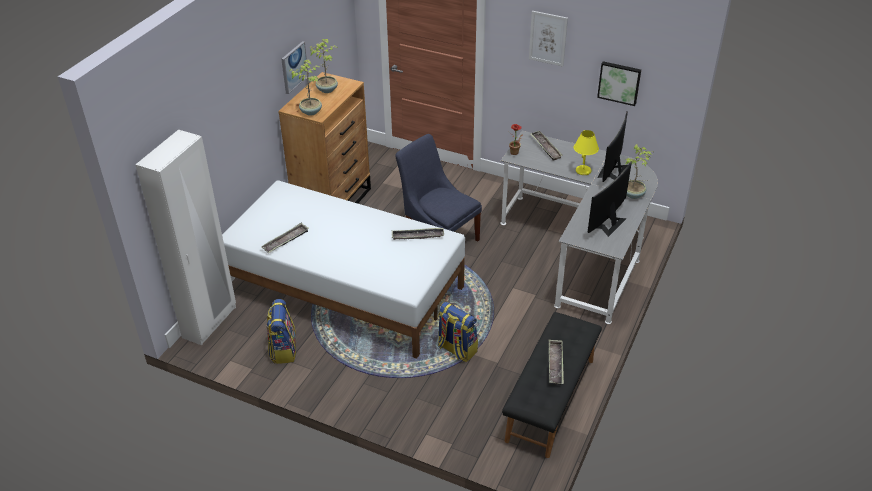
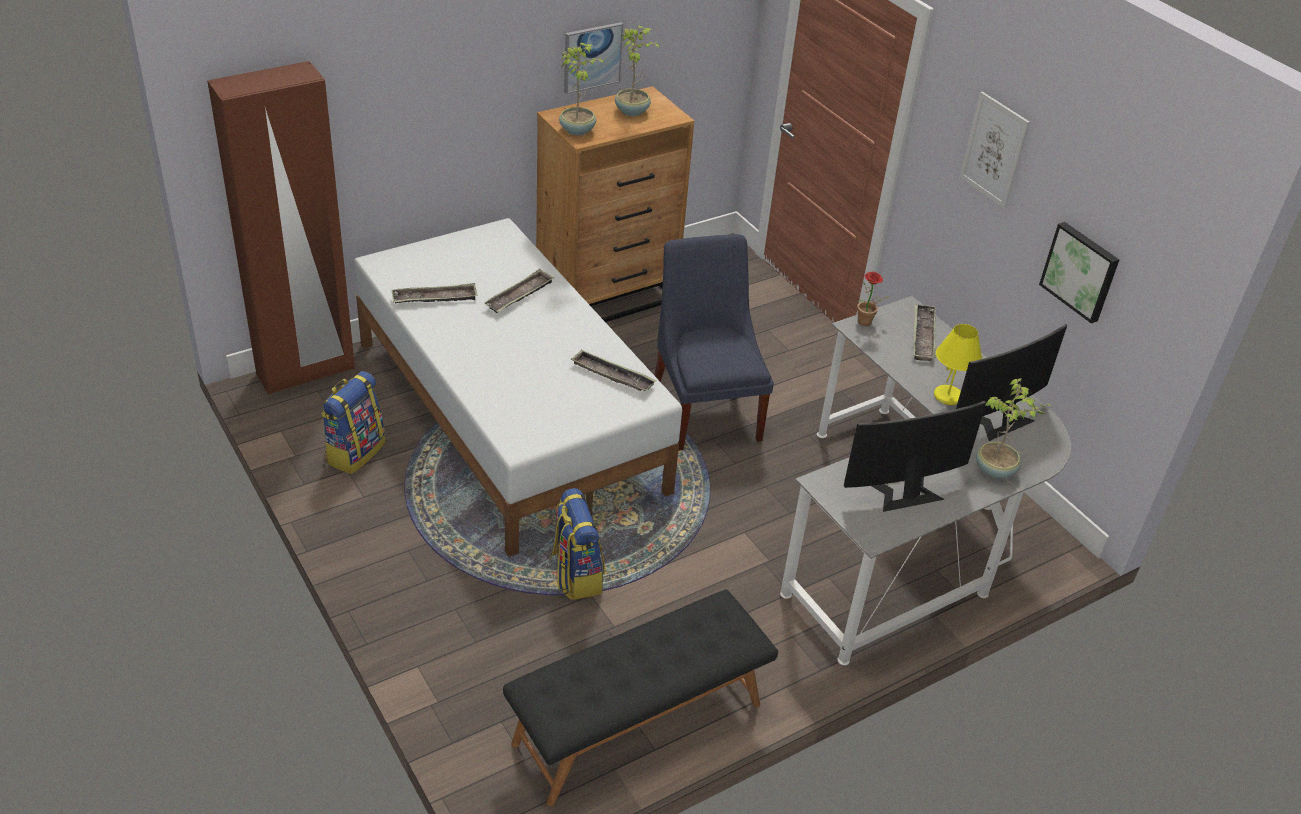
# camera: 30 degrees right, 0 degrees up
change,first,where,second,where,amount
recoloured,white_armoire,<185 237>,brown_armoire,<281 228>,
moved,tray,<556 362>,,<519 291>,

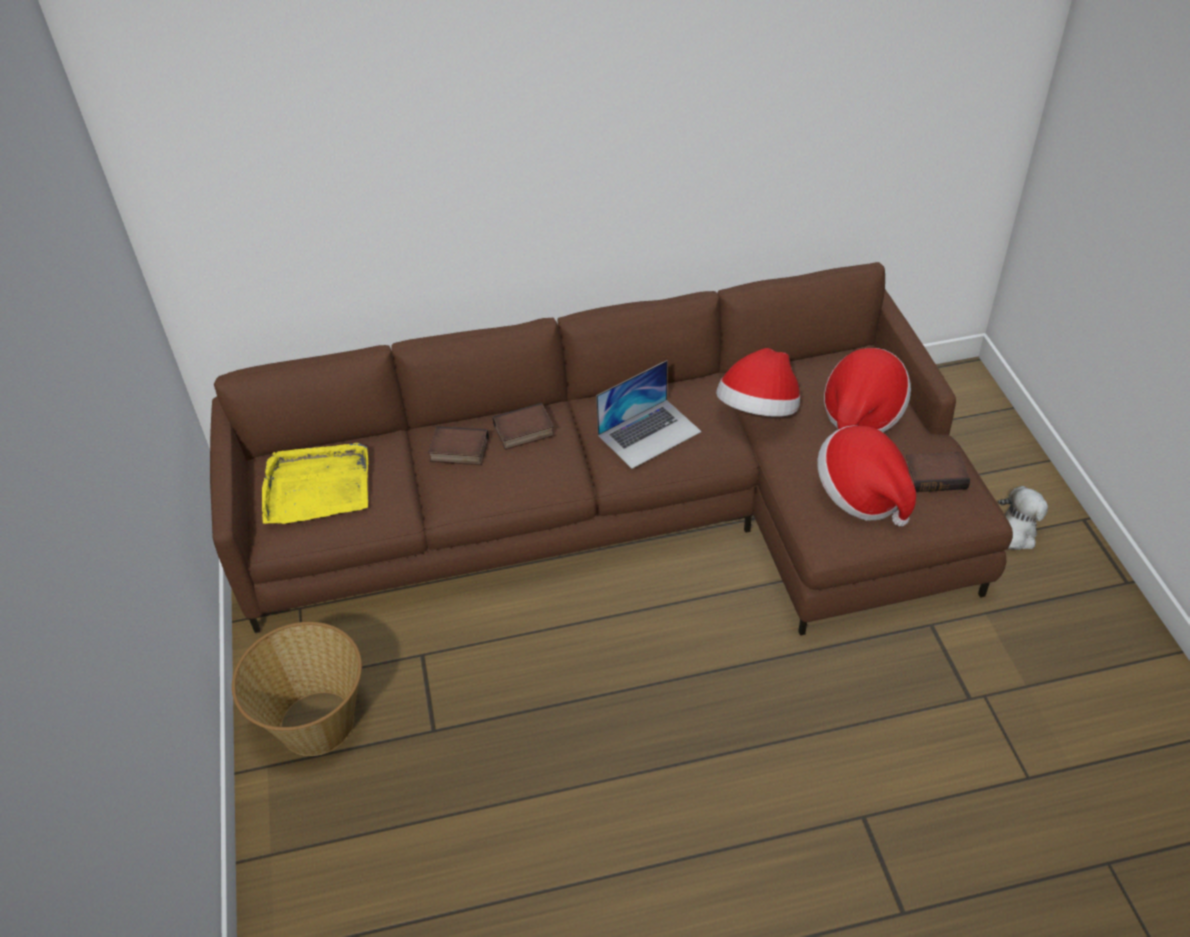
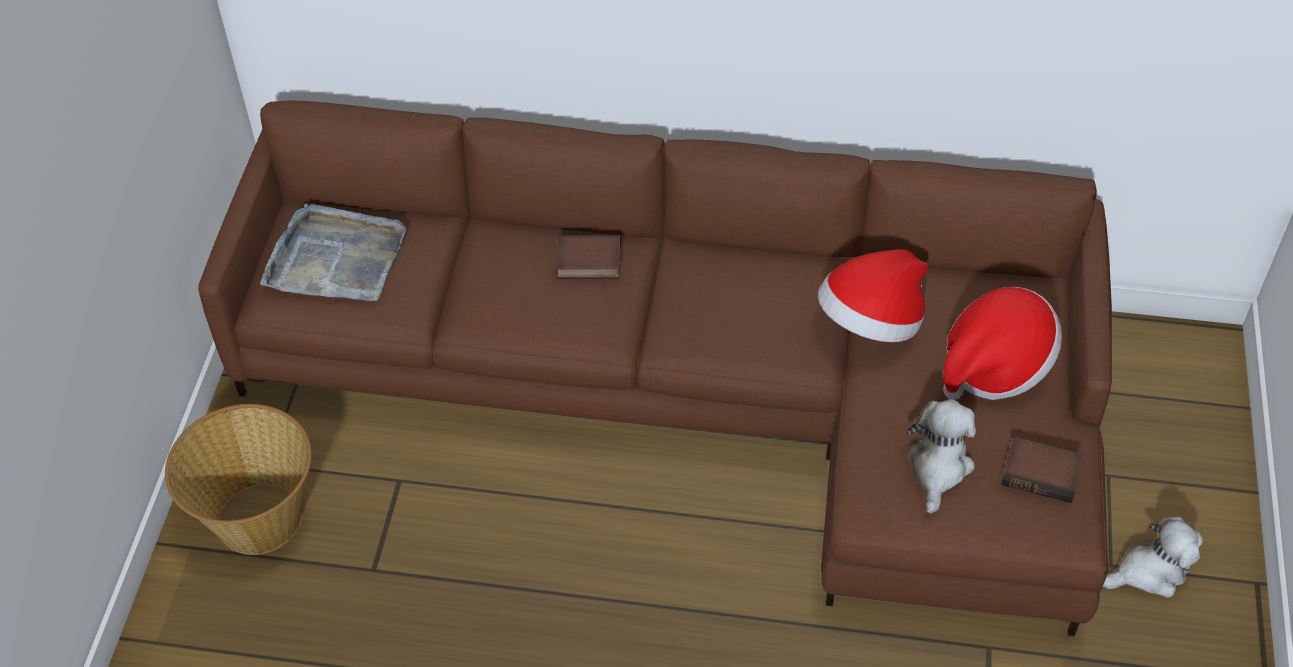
# camera: 20 degrees right, 5 degrees up
change,first,where,second,where,amount
removed,notebook_computer,<649 414>,,,
replaced,wearable_hat,<866 475>,cuddly_toy,<941 456>,
removed,book,<458 445>,,,
recoloured,yellow-coloured_tray,<315 483>,gray_tray,<333 252>,

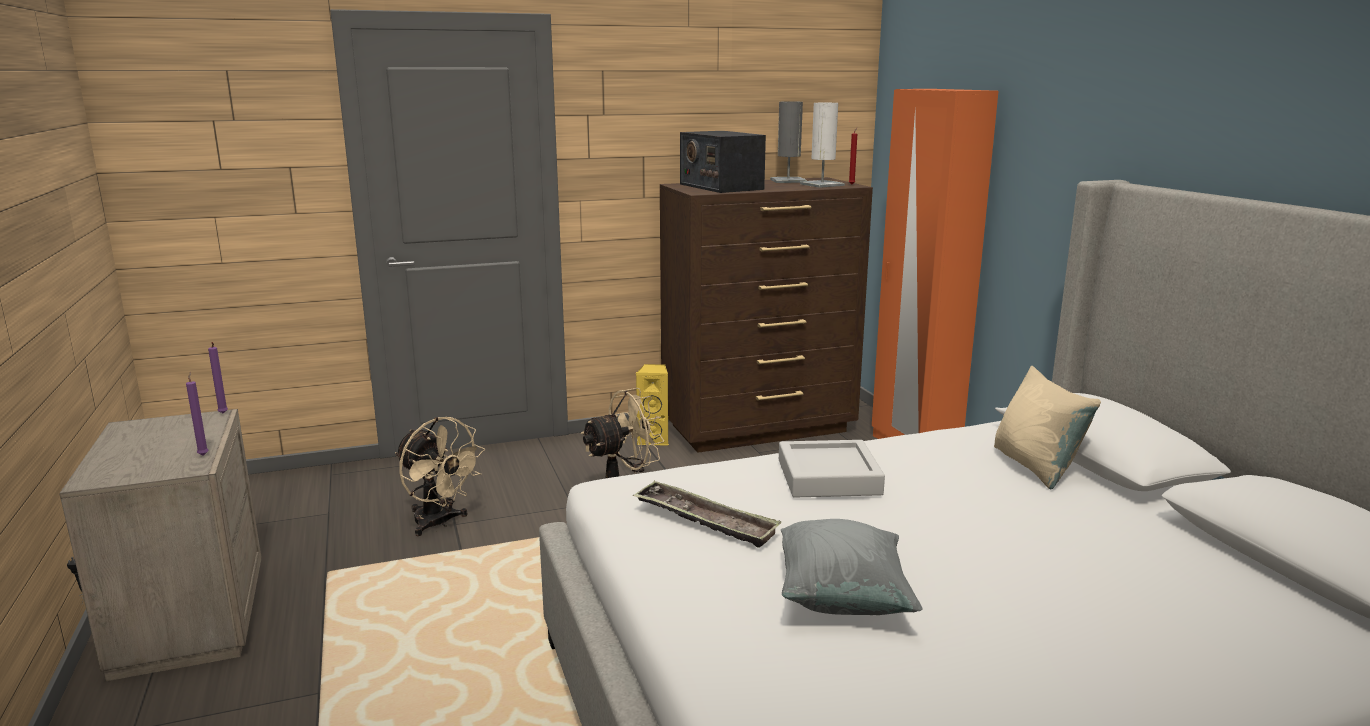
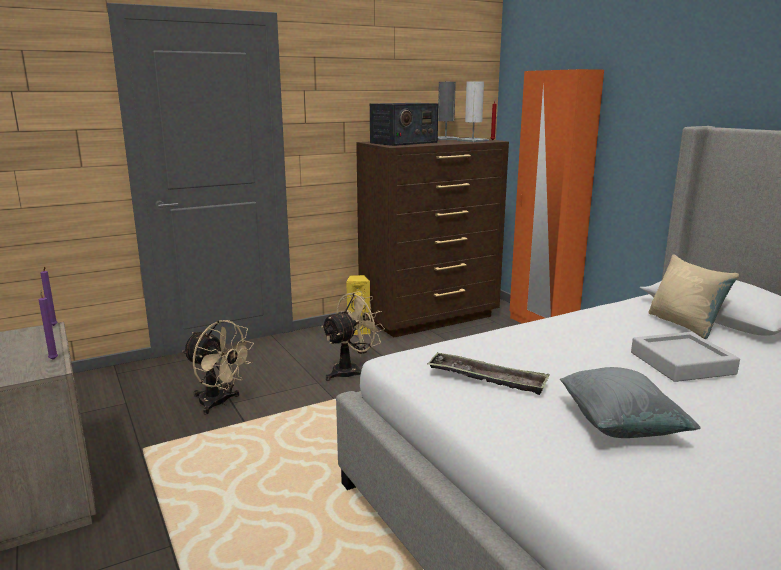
# camera: 10 degrees left, 0 degrees up
change,first,where,second,where,amount
turned,radio_set,<723 162>,,<404 124>,90 degrees counterclockwise
moved,gray_tray,<832 469>,,<685 357>,

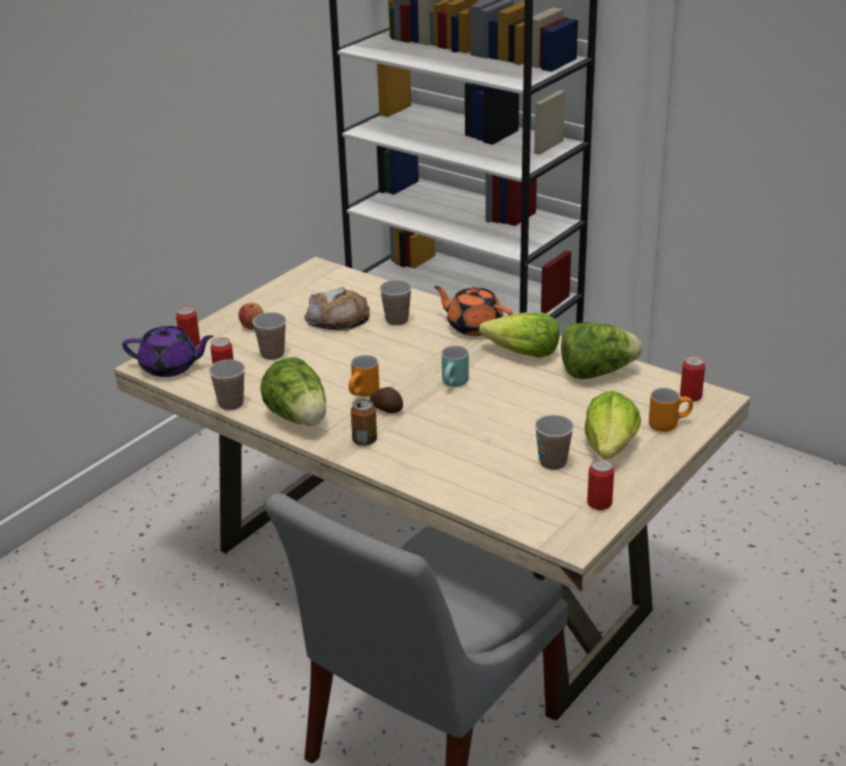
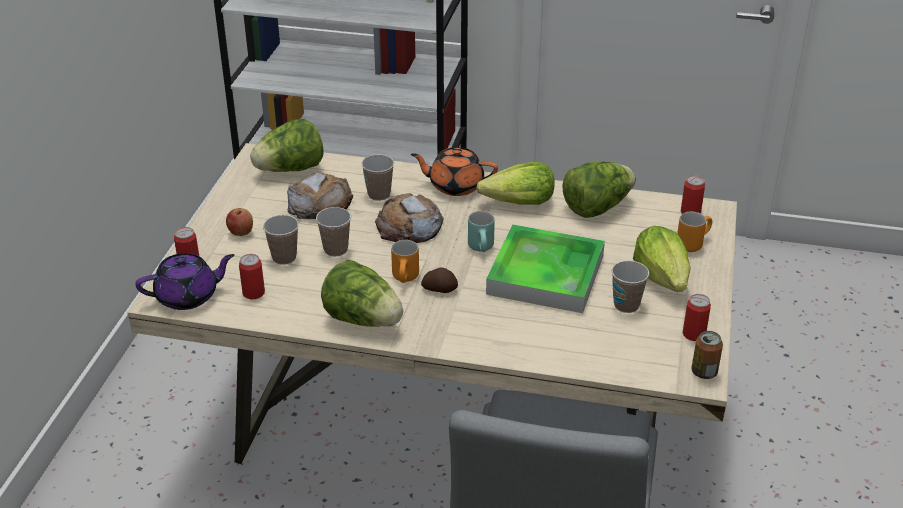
# camera: 25 degrees left, 5 degrees up
change,first,where,second,where,amount
moved,cup,<227 385>,,<333 232>,
moved,can,<364 422>,,<707 355>,
added,,,lettuce_head,<287 145>,
added,,,baked_bread,<409 218>,
added,,,tray,<545 268>,

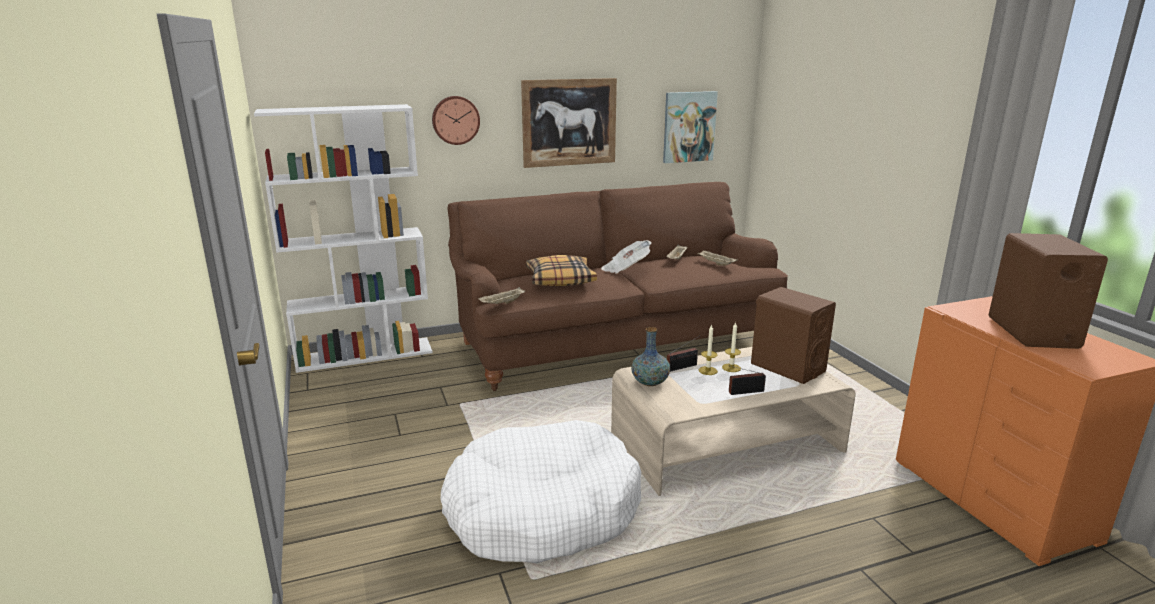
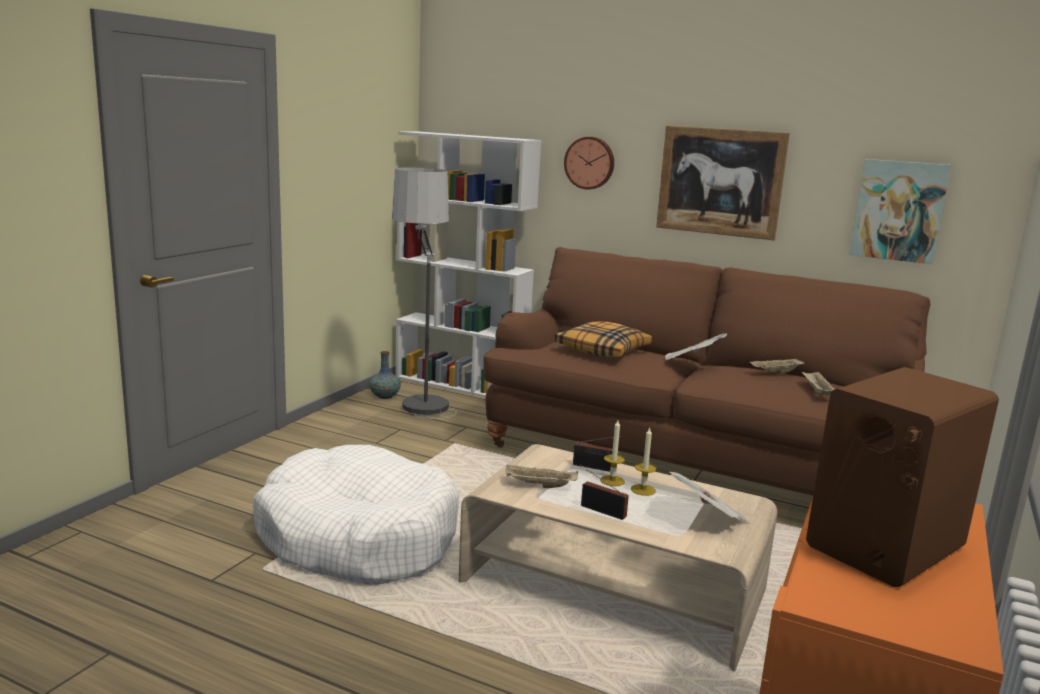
# camera: 45 degrees right, 5 degrees down
change,first,where,second,where,amount
moved,beige_tray,<501 295>,,<541 476>,
replaced,brown_loudspeaker,<793 335>,daily_paper,<710 496>,
moved,flower_vase,<650 356>,,<385 375>,
added,,,floor_lamp,<424 293>,

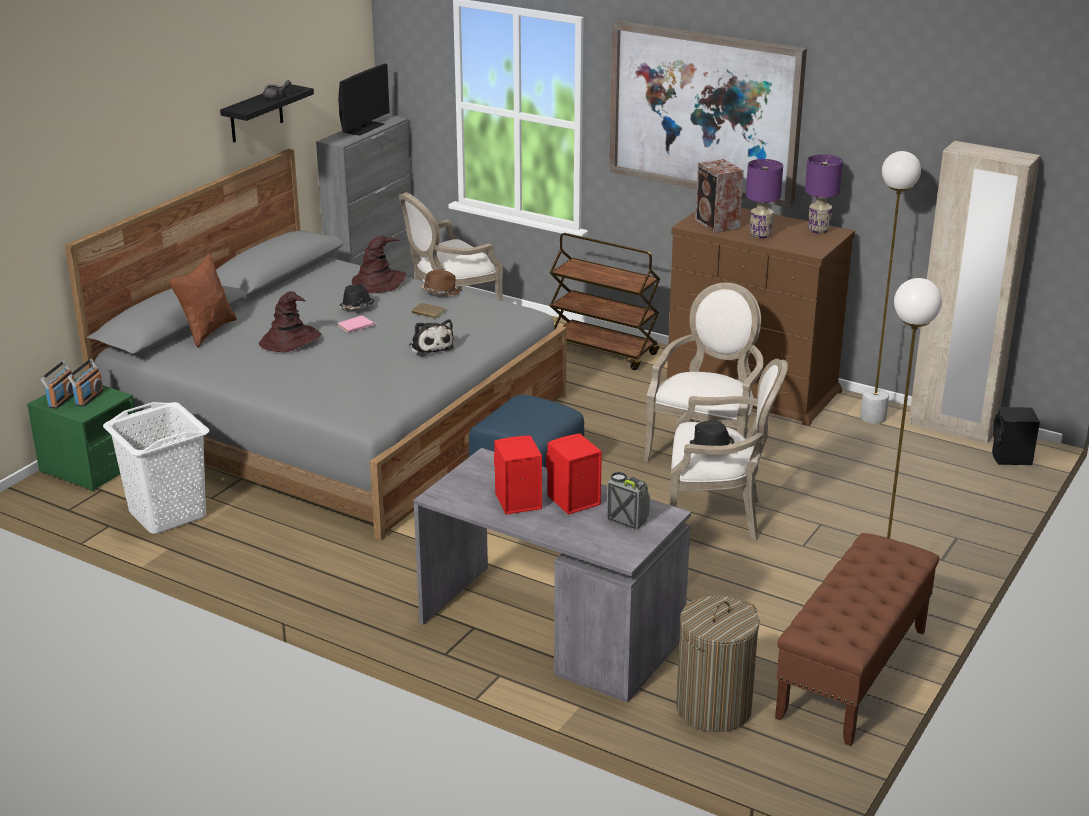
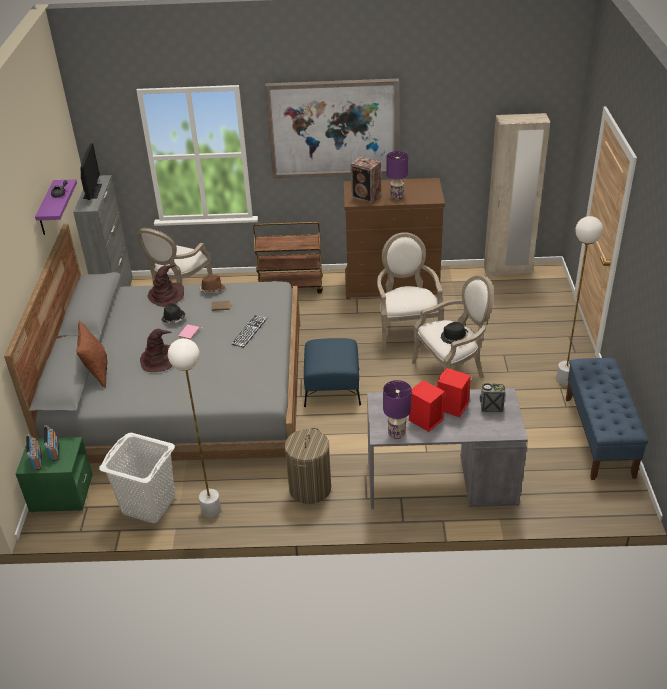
# camera: 30 degrees left, 10 degrees up
change,first,where,second,where,amount
recoloured,black-coloured_wall_shelf,<267 113>,purple-coloured_wall_shelf,<56 207>,
moved,white_floor_lamp,<890 287>,,<194 428>,
moved,purple-coloured_table_lamp,<824 194>,,<397 409>,
replaced,cuddly_toy,<431 338>,keyboard,<249 331>,
removed,black-coloured_loudspeaker,<1016 436>,,,
recoloured,brown_bench,<857 639>,blue-coloured_bench,<607 419>,
moved,hamper,<717 664>,,<308 466>,

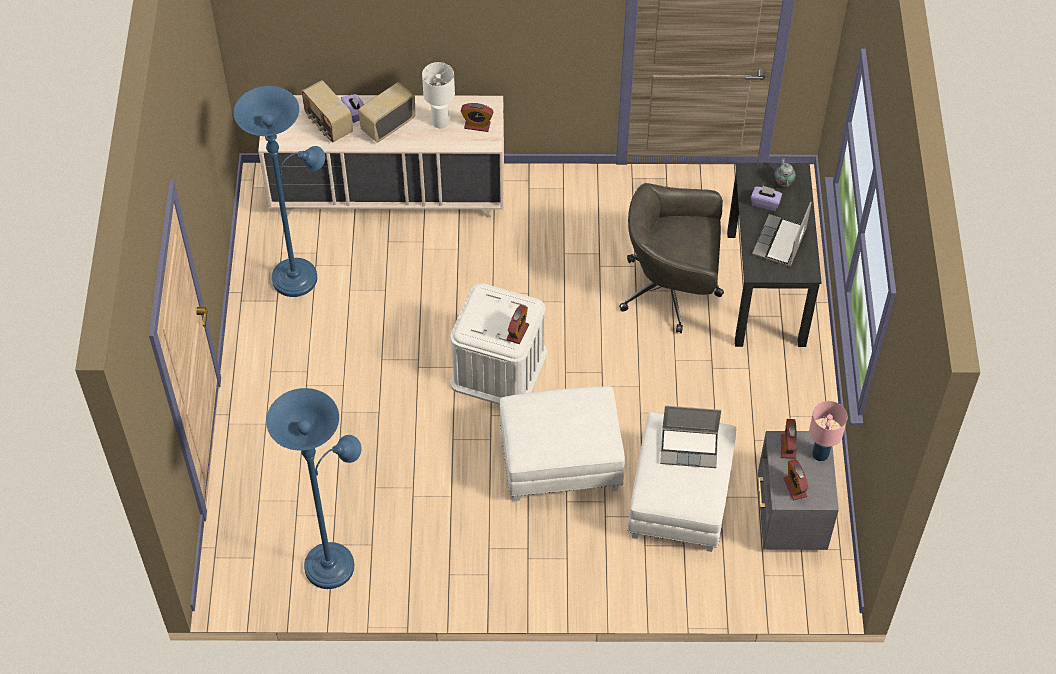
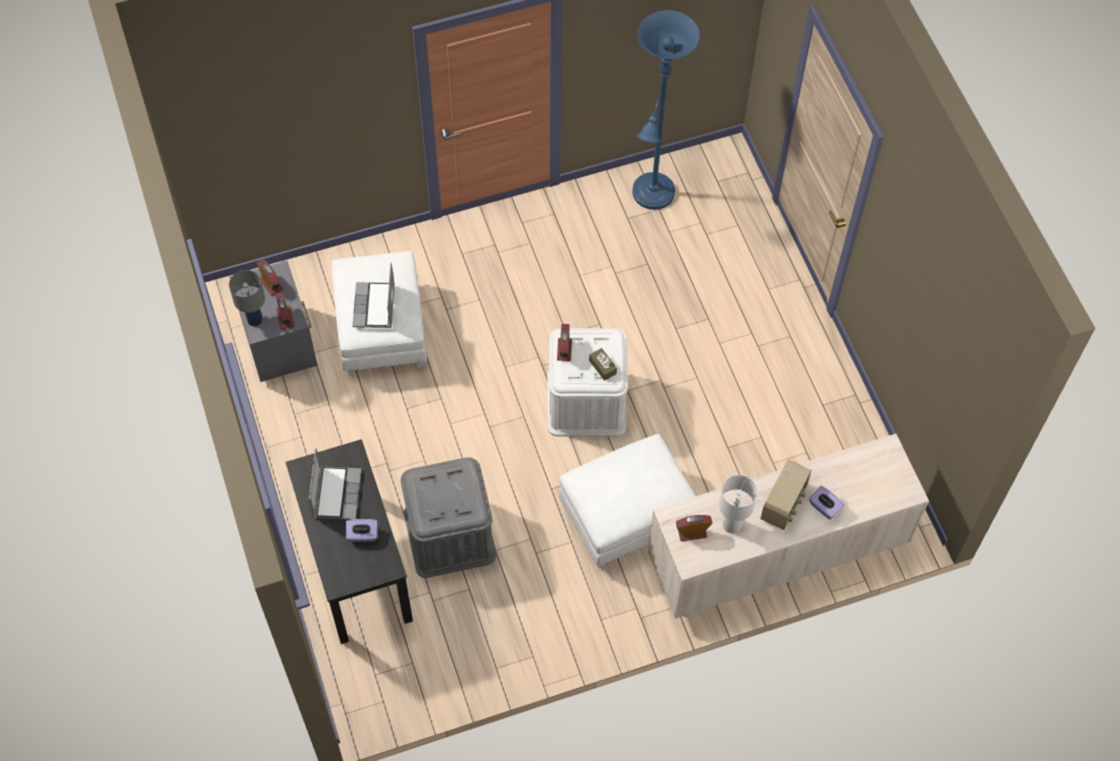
# camera: 160 degrees right, 5 degrees up
change,first,where,second,where,amount
removed,radio_set,<327 111>,,,
removed,blue-coloured_floor_lamp,<279 191>,,,
removed,teapot,<785 173>,,,
replaced,gray_desk_chair,<671 258>,gray_storage_container,<448 517>,
moved,white_pouffe,<562 443>,,<627 501>,
recoloured,pink-coloured_table_lamp,<828 431>,gray_table_lamp,<247 298>,
turned,notebook_computer,<690 437>,,<373 295>,75 degrees counterclockwise
added,,,brown_box_of_tissues,<603 364>,

